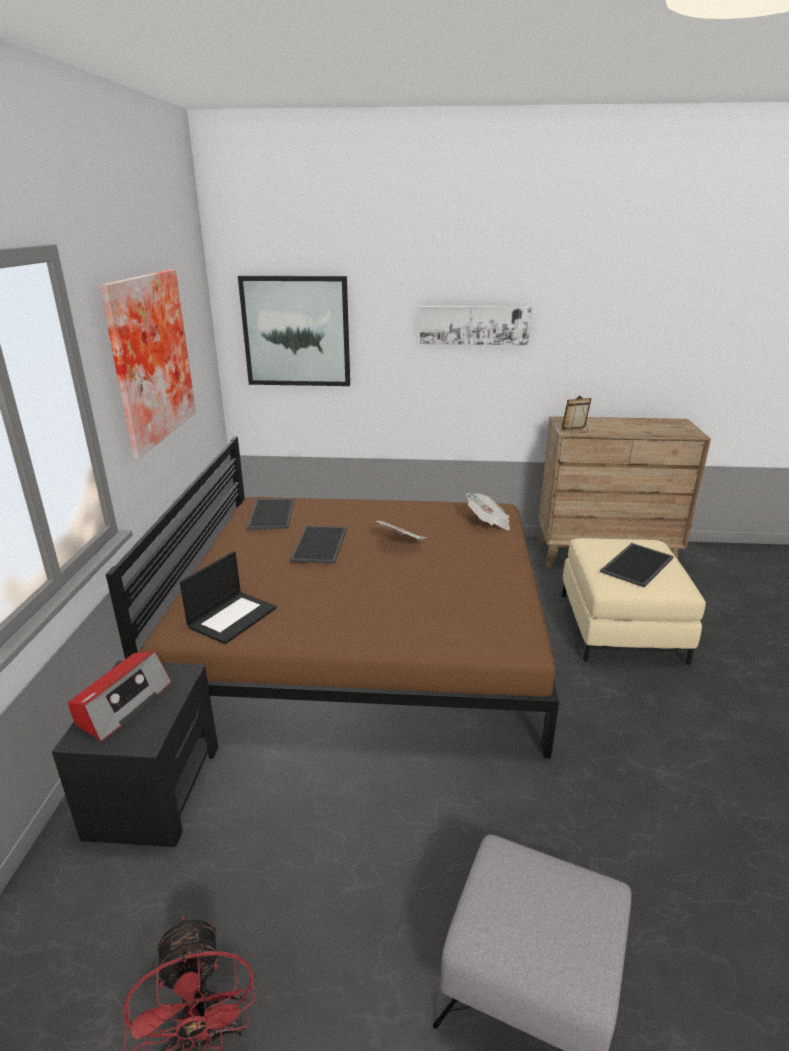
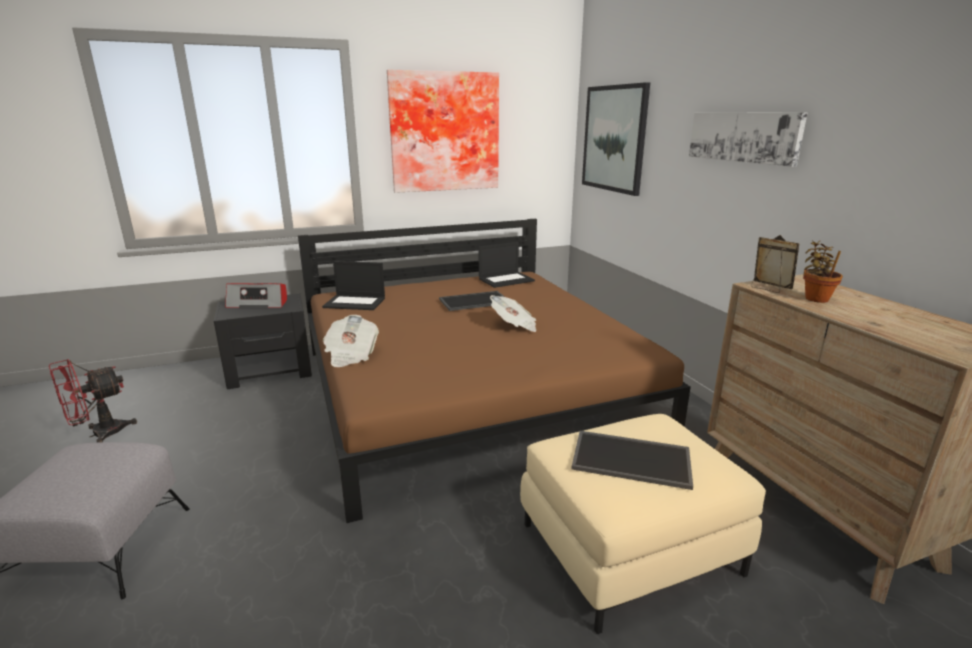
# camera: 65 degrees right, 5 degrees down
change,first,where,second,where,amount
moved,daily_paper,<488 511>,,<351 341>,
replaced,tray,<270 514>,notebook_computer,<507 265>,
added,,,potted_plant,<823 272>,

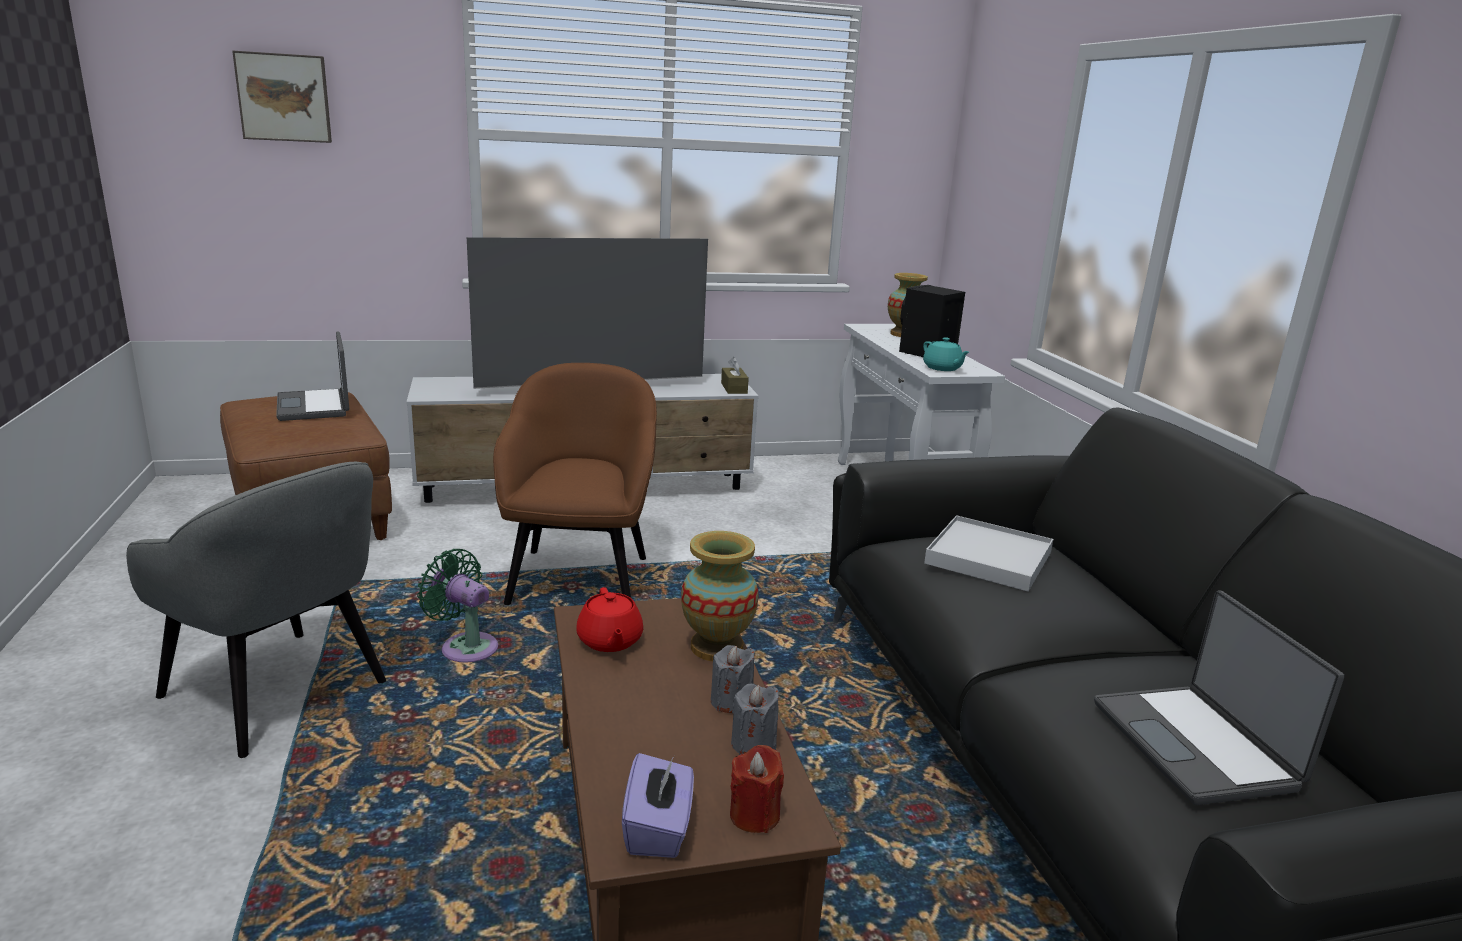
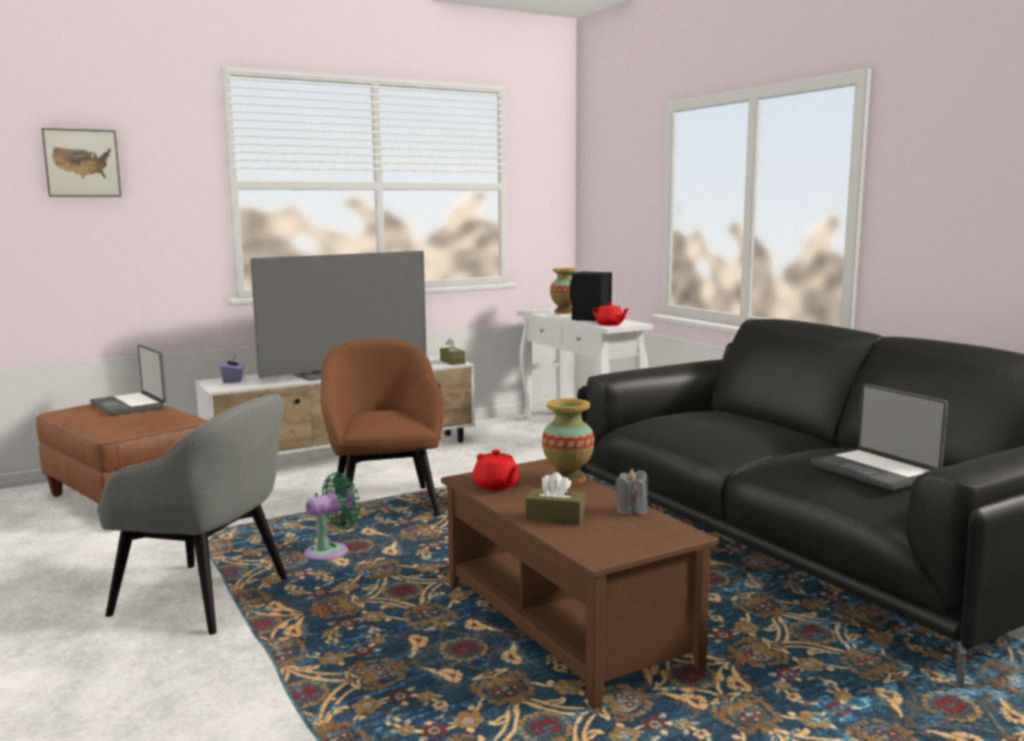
# camera: 15 degrees left, 10 degrees down
change,first,where,second,where,amount
recoloured,turquoise_teapot,<946 354>,reddish_teapot,<610 313>,
removed,white_tray,<988 553>,,,
turned,green_cooling_fan,<457 606>,,<332 516>,120 degrees clockwise
removed,gray_candle,<733 679>,,,
removed,reddish_candle,<757 789>,,,
moved,purple-coloured_box_of_tissues,<658 805>,,<232 369>,
added,,,brown_box_of_tissues,<555 498>,

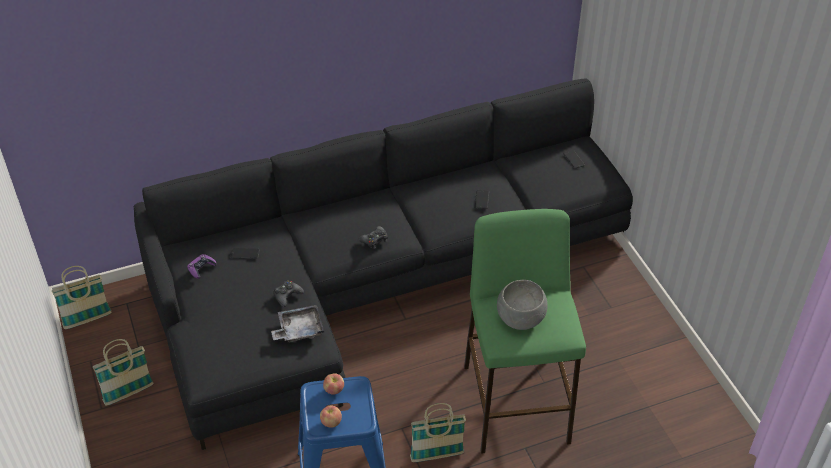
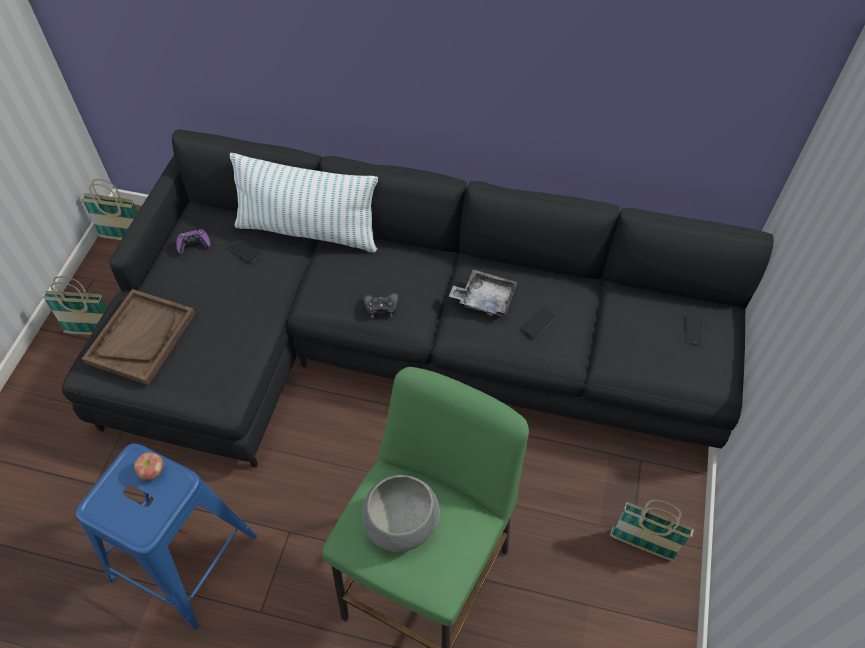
# camera: 35 degrees right, 10 degrees up
change,first,where,second,where,amount
removed,black-coloured_joypad,<289 294>,,,
moved,gray_tray,<297 323>,,<483 293>,
moved,basket,<438 432>,,<652 530>,
removed,apple_fruit,<331 416>,,,
added,,,cushion,<304 203>,
added,,,brown_tray,<138 337>,

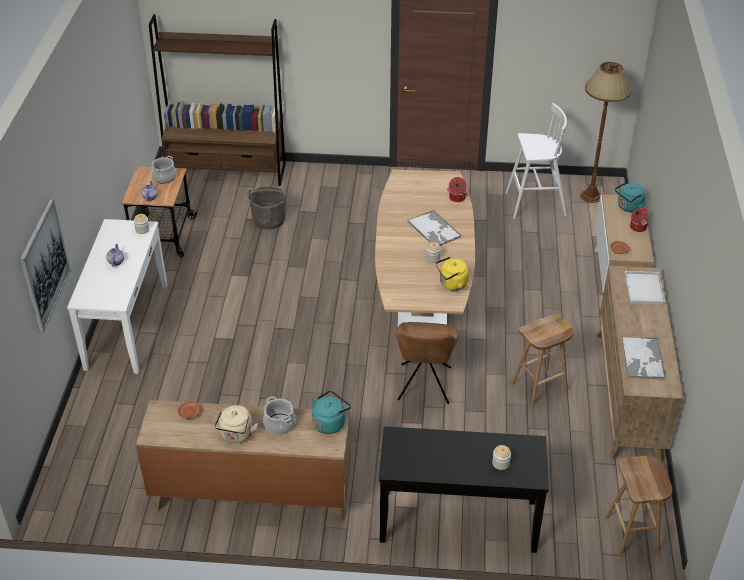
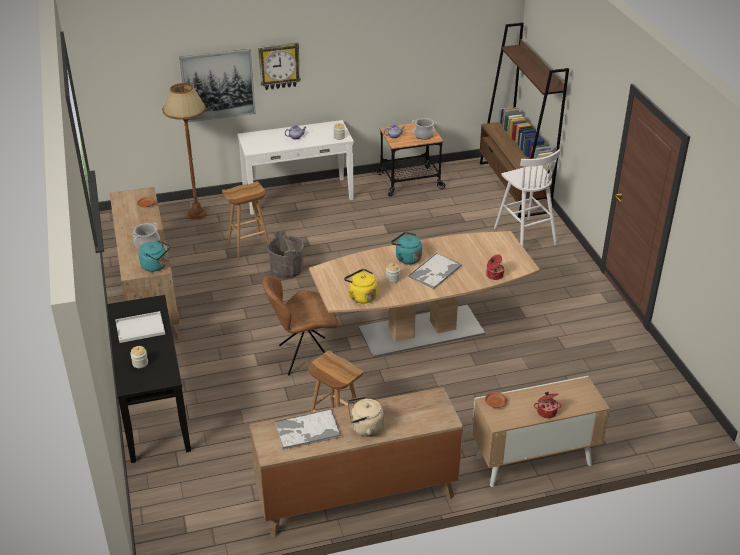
# camera: 70 degrees right, 5 degrees down
change,first,where,second,where,amount
moved,brown_floor_lamp,<606 132>,,<184 151>,
moved,white_stool,<536 161>,,<527 197>,
moved,turquoise_water_kettle,<630 197>,,<406 248>,
moved,gray_pail,<266 208>,,<285 255>,
moved,white_tray,<644 287>,,<140 327>,
moved,beige_water_kettle,<236 424>,,<366 416>,
moved,brown_stool,<638 506>,,<245 220>,
added,,,clock_on_the_wall,<279 66>,

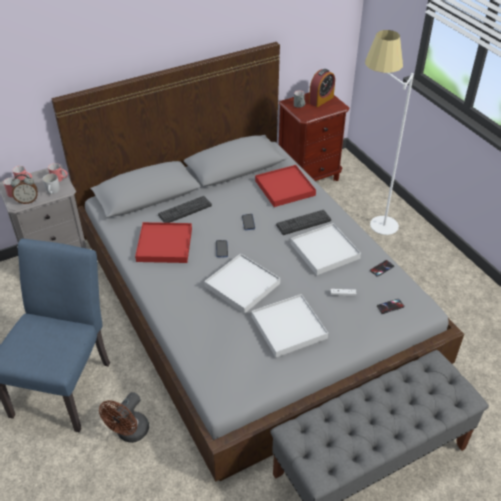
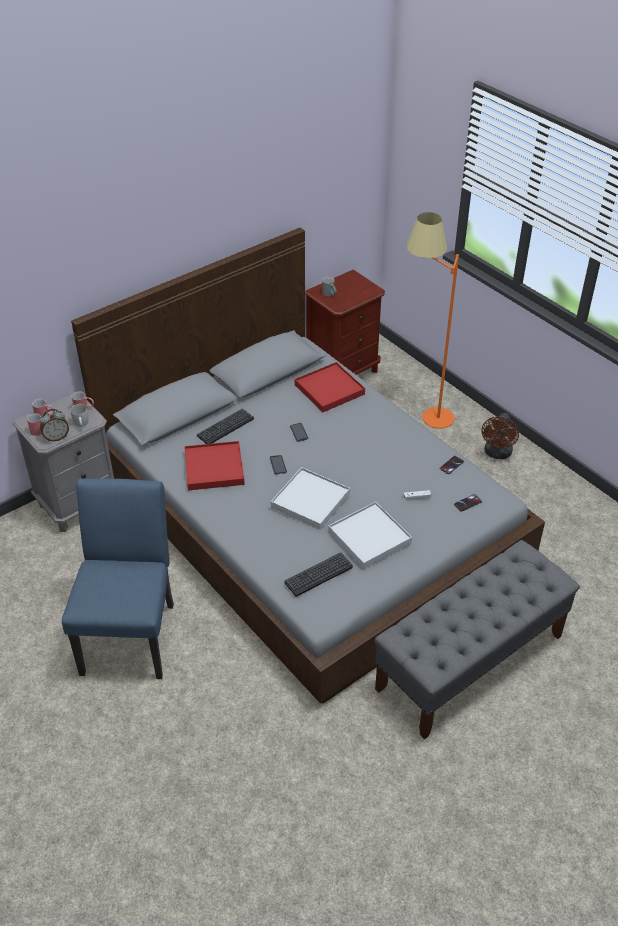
# camera: 10 degrees left, 0 degrees up
change,first,where,second,where,amount
recoloured,white_floor_lamp,<389 132>,orange-coloured_floor_lamp,<433 320>,
removed,bedside_clock,<322 88>,,,
moved,keyboard,<303 222>,,<318 575>,
removed,white_tray,<326 249>,,,
moved,brown_cooling_fan,<124 417>,,<500 436>,

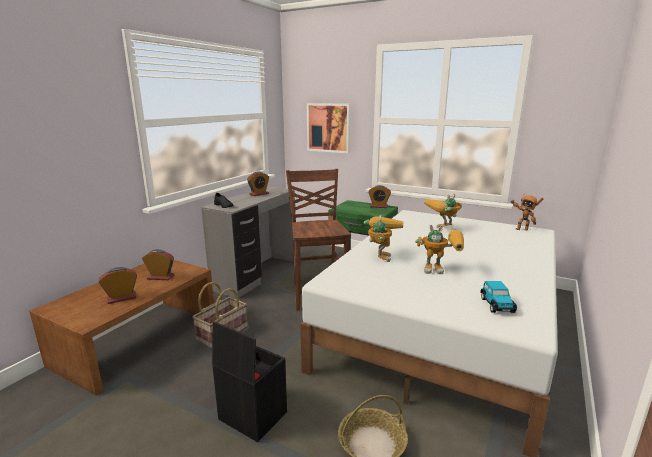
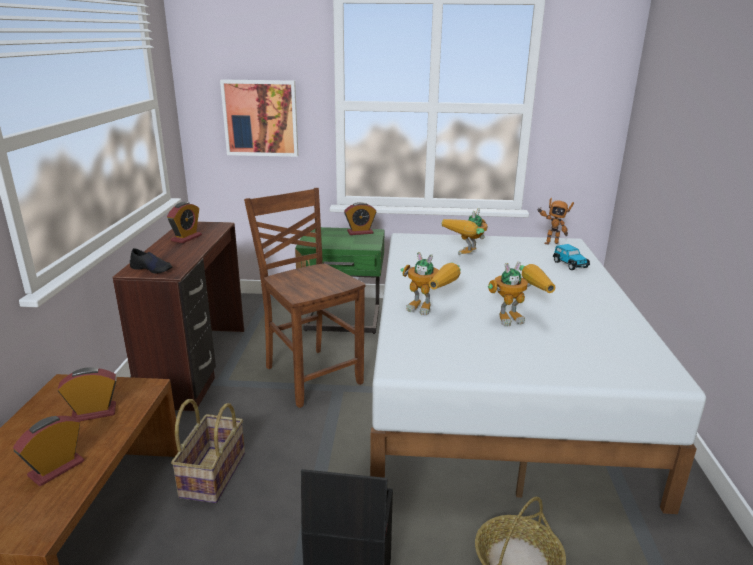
# camera: 25 degrees left, 5 degrees up
change,first,where,second,where,amount
recoloured,gray_desk_table,<248 242>,brown_desk_table,<178 316>,
turned,model_robot,<384 238>,,<431 284>,135 degrees clockwise
moved,toy_car,<498 297>,,<571 257>,

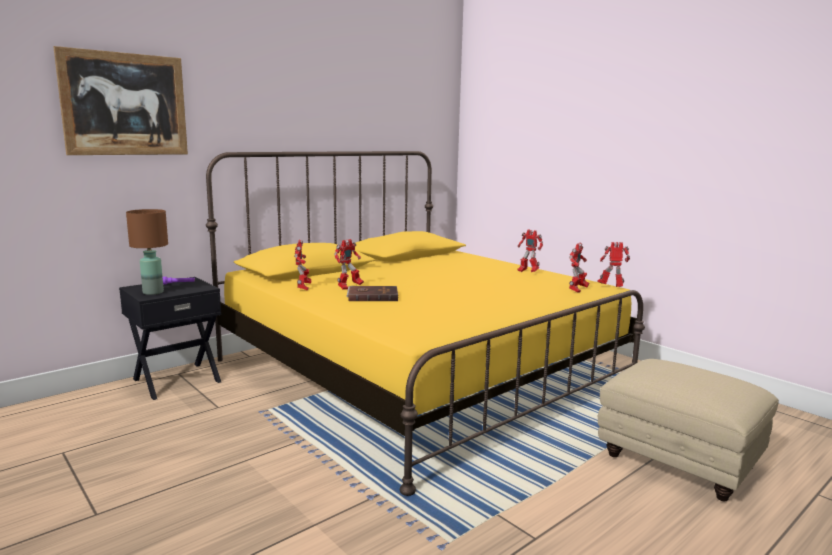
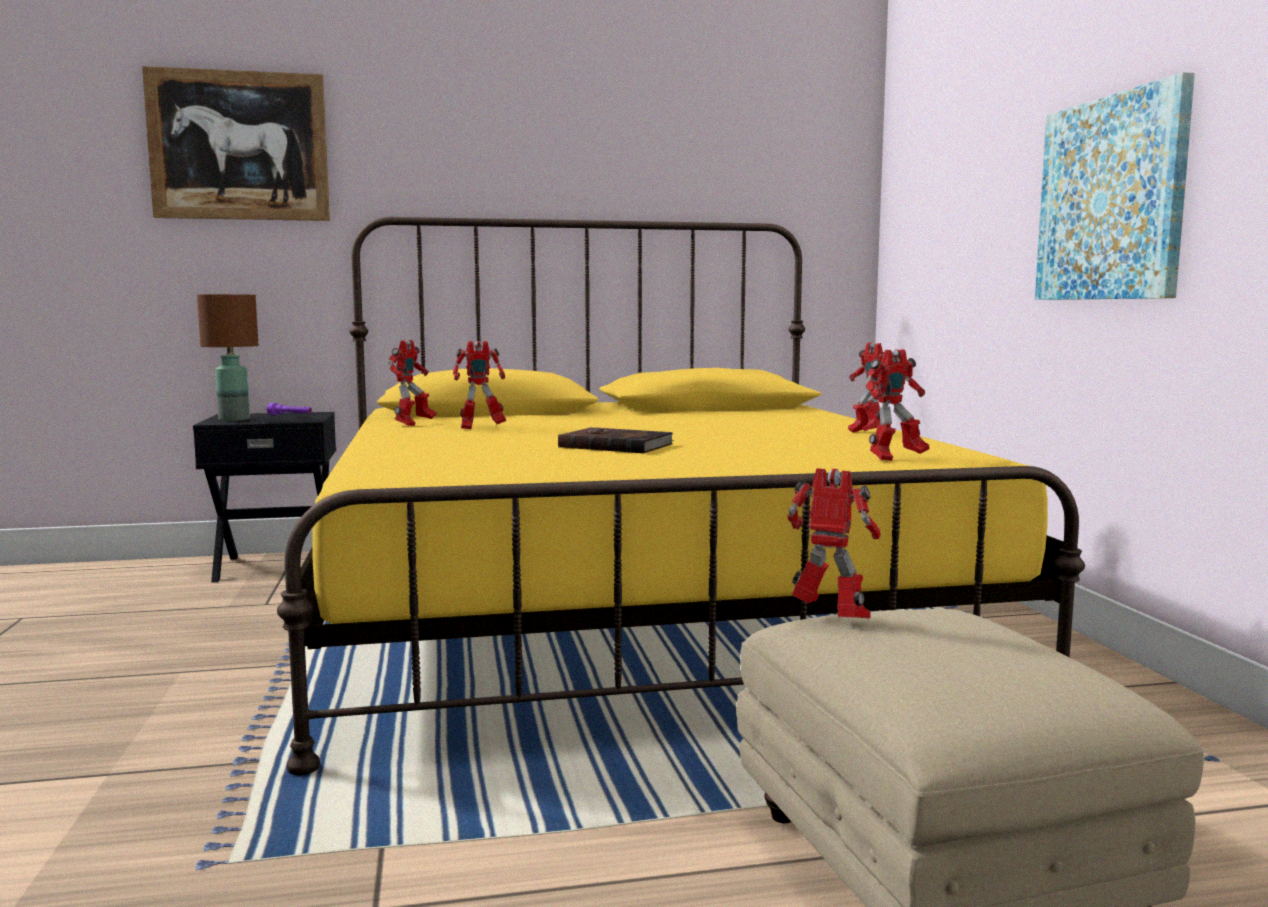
# camera: 30 degrees right, 5 degrees down
change,first,where,second,where,amount
moved,model_robot,<613 264>,,<834 543>,
moved,brown_book,<372 293>,,<616 440>,
added,,,wall_picture,<1115 186>,

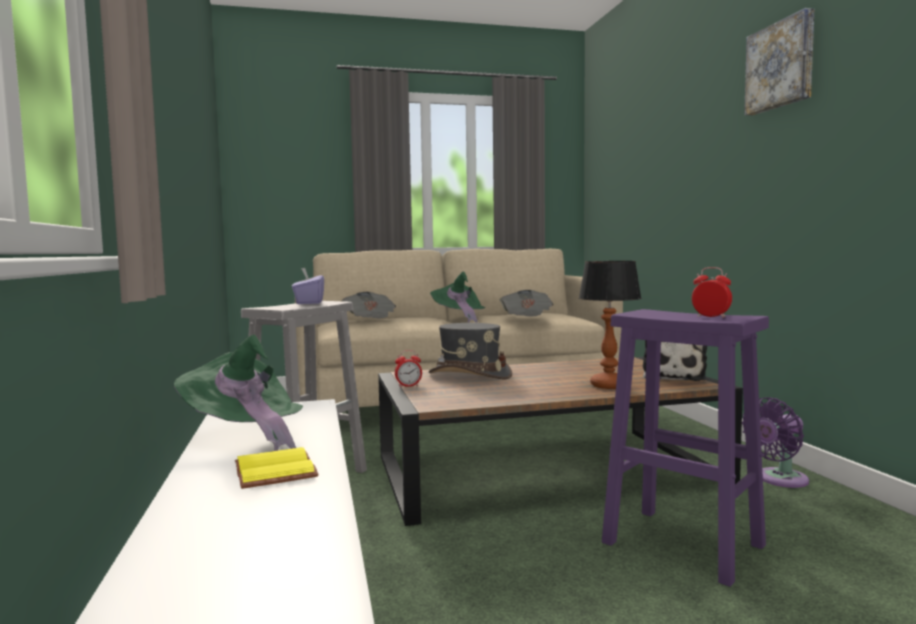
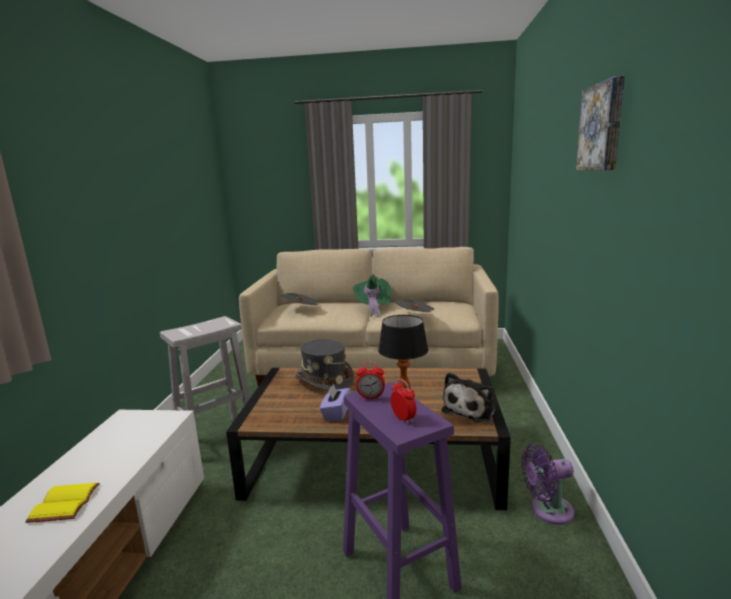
# camera: 20 degrees right, 10 degrees up
change,first,where,second,where,amount
moved,purple-coloured_box_of_tissues,<308 285>,,<335 402>,
removed,green_wearable_hat,<238 393>,,,
moved,bedside_clock,<408 368>,,<370 380>,

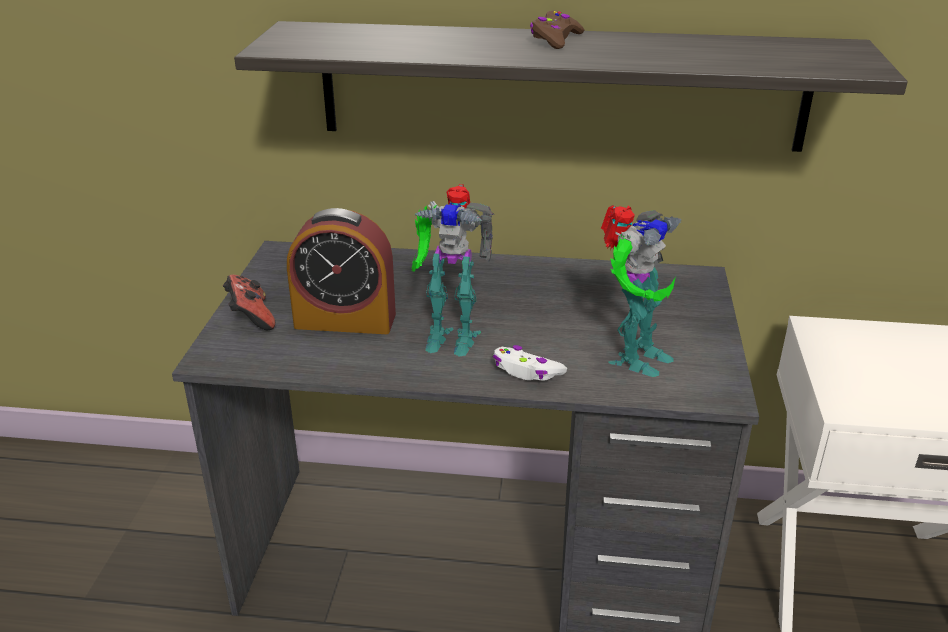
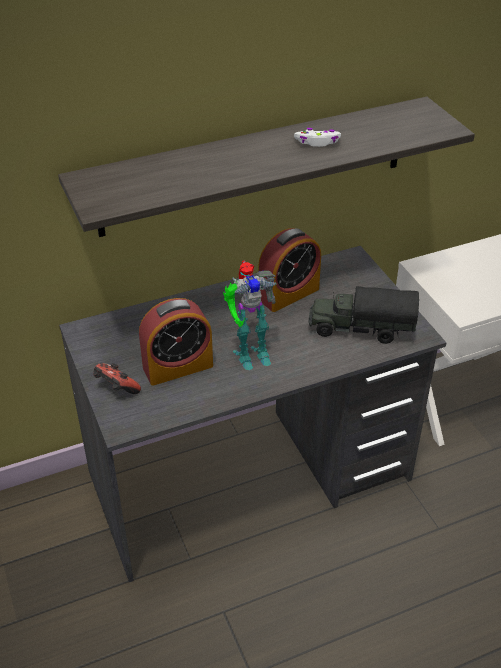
# camera: 30 degrees left, 10 degrees up
change,first,where,second,where,amount
removed,brown_joypad,<557 30>,,,
replaced,model_robot,<641 291>,model_truck,<363 315>,
moved,white_joypad,<530 363>,,<317 137>,
added,,,bedside_clock,<289 270>,

